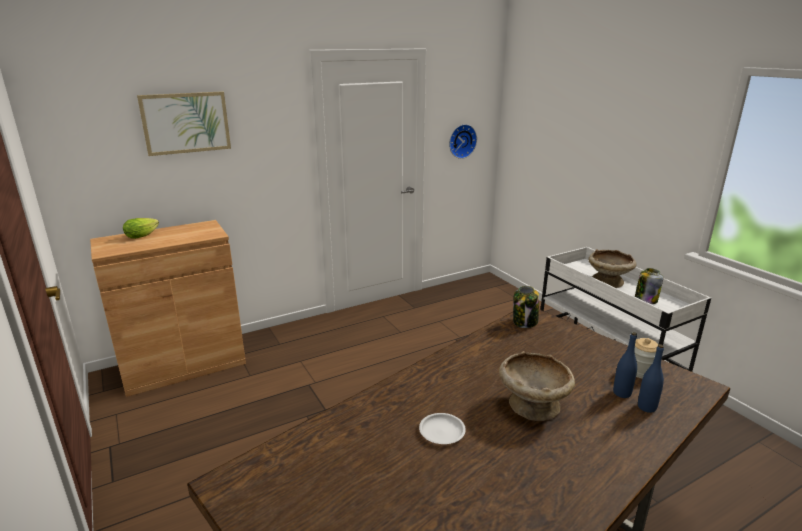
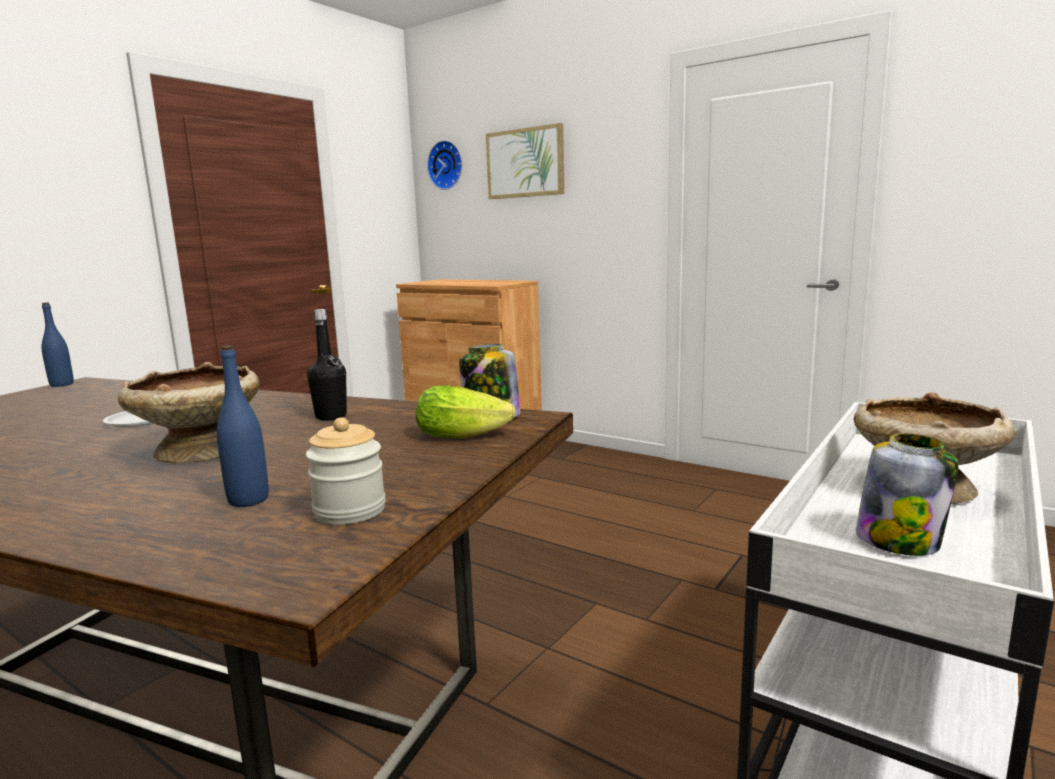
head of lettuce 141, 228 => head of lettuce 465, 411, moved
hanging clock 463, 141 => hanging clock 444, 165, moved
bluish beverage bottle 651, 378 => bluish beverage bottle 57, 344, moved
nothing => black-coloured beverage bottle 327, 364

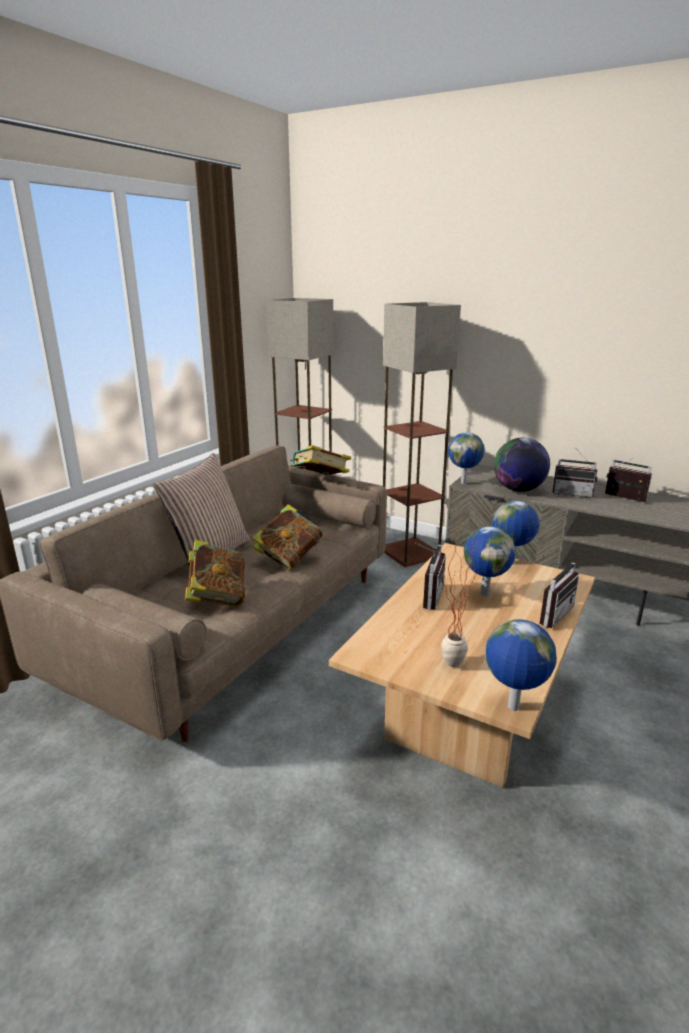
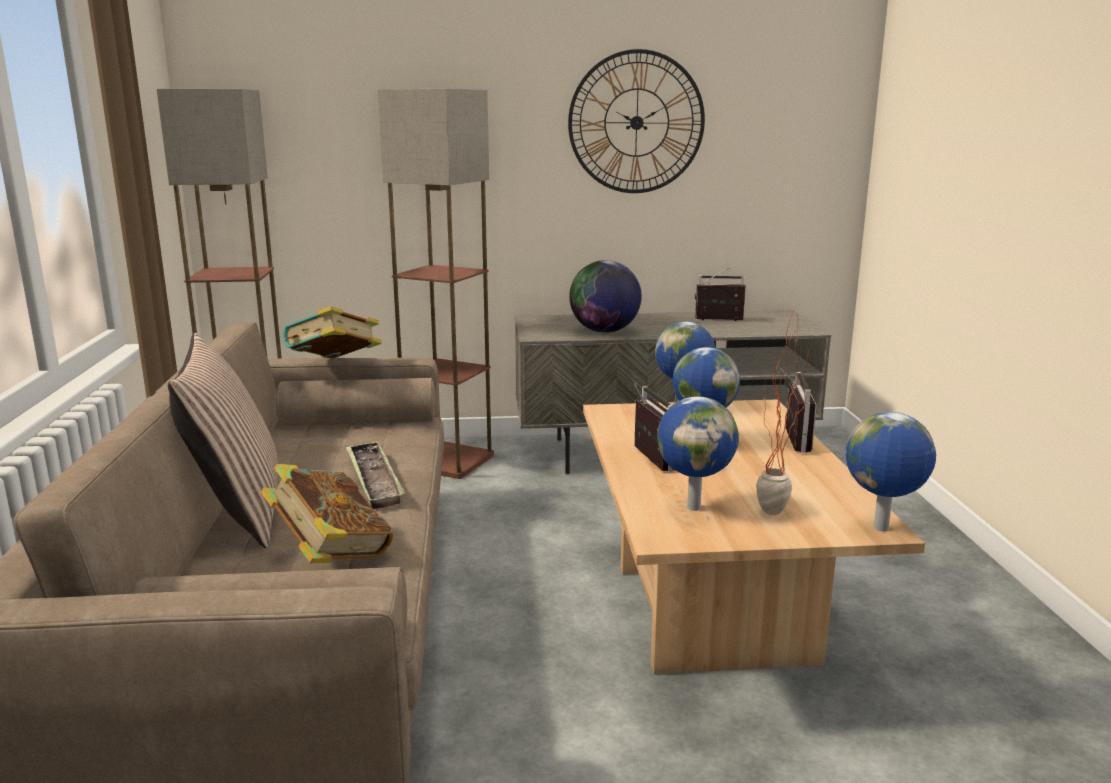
volume 287, 537 => serving tray 376, 475
world globe 466, 458 => world globe 698, 453, moved
radio receiver 575, 473 => nothing
nothing => hanging clock 636, 121

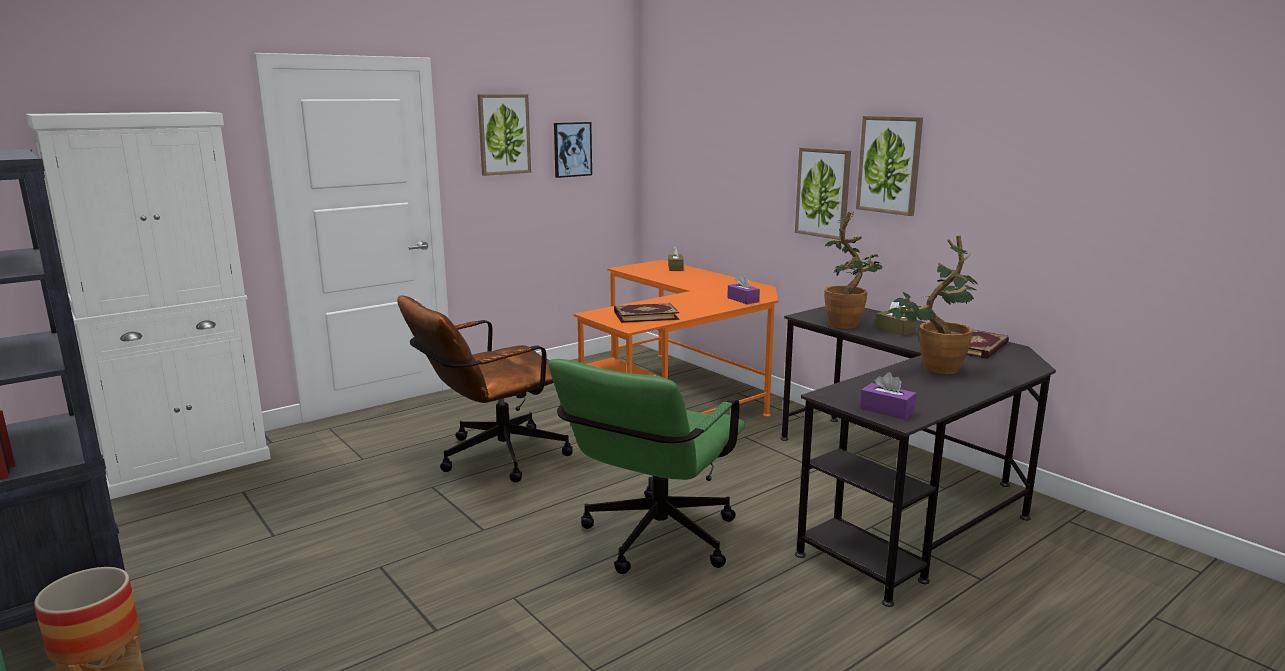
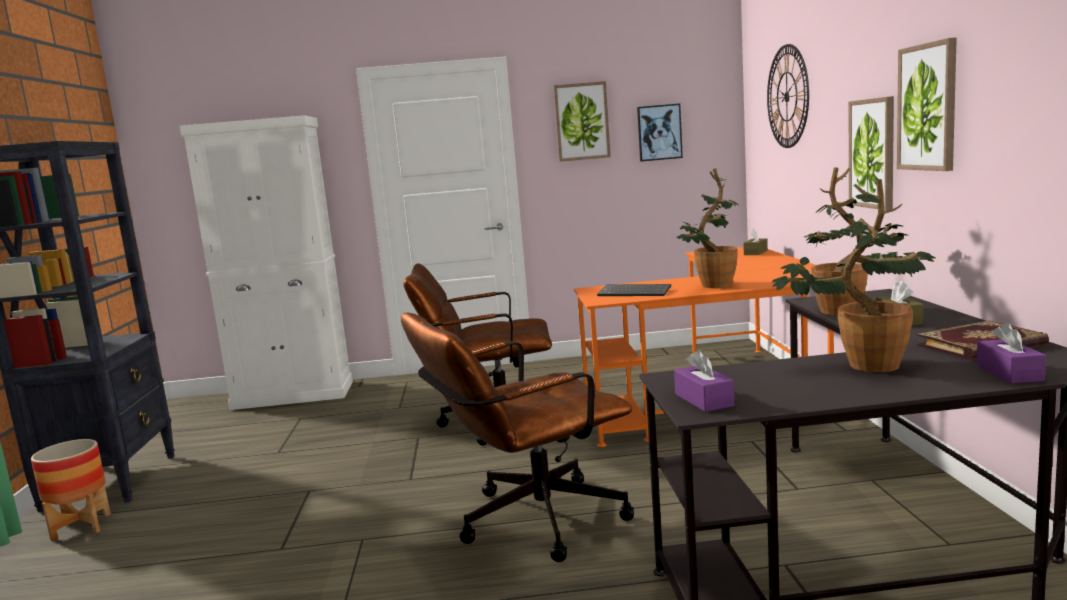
green computer chair 646, 466 => brown computer chair 517, 437
volume 646, 313 => computer keyboard 634, 290
purplish tissue holder 743, 289 => purplish tissue holder 1011, 353, moved
nothing => plant in a pot 707, 228
nothing => hanging clock 788, 96

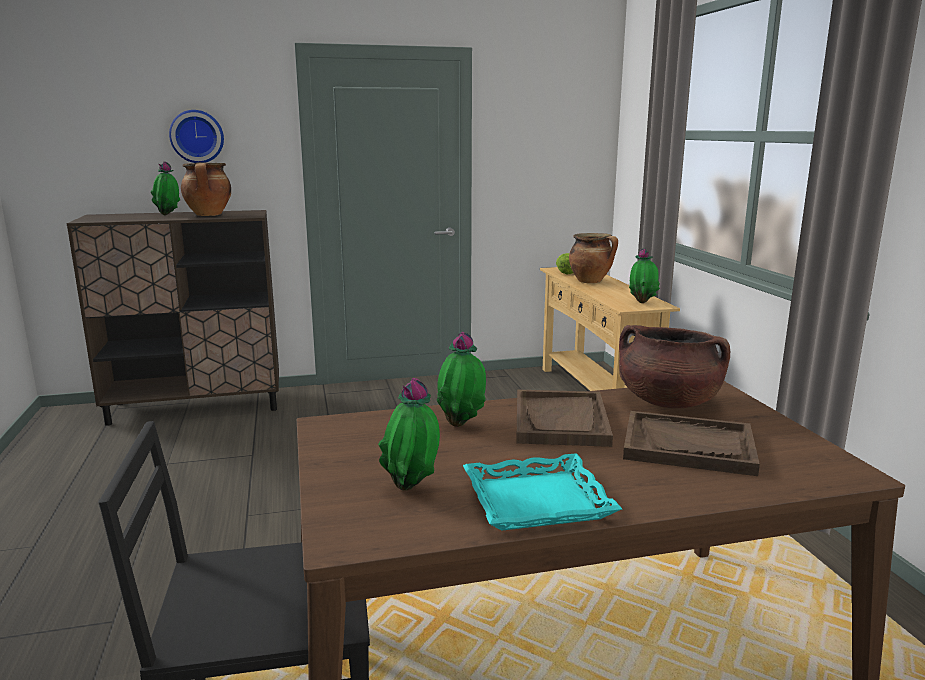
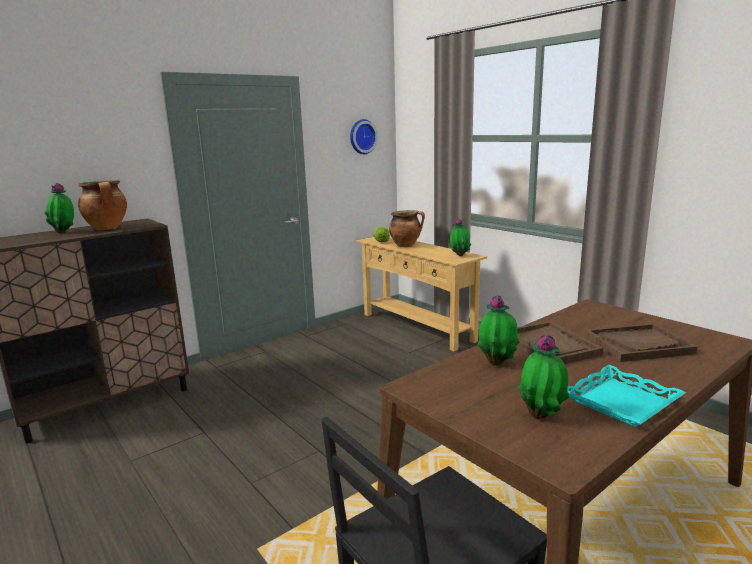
hanging clock 196, 136 => hanging clock 364, 136, moved
brown stockpot 675, 366 => nothing

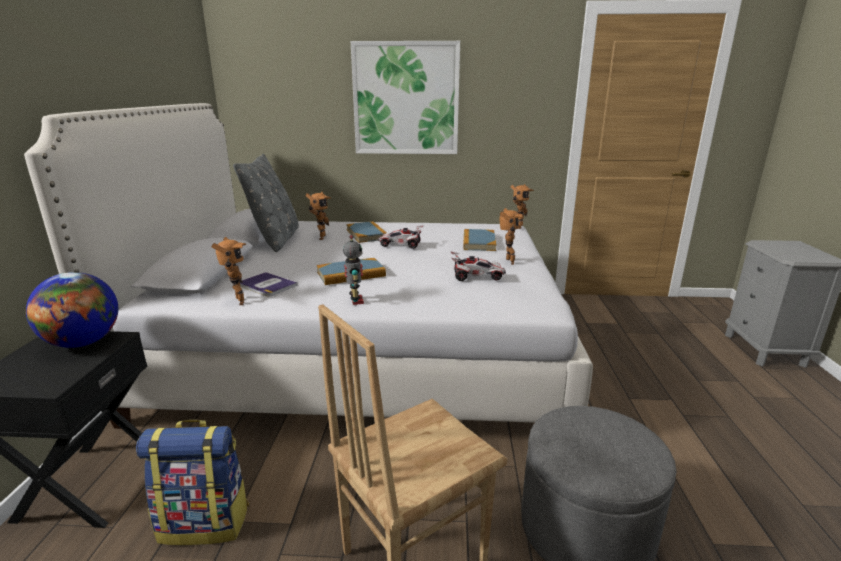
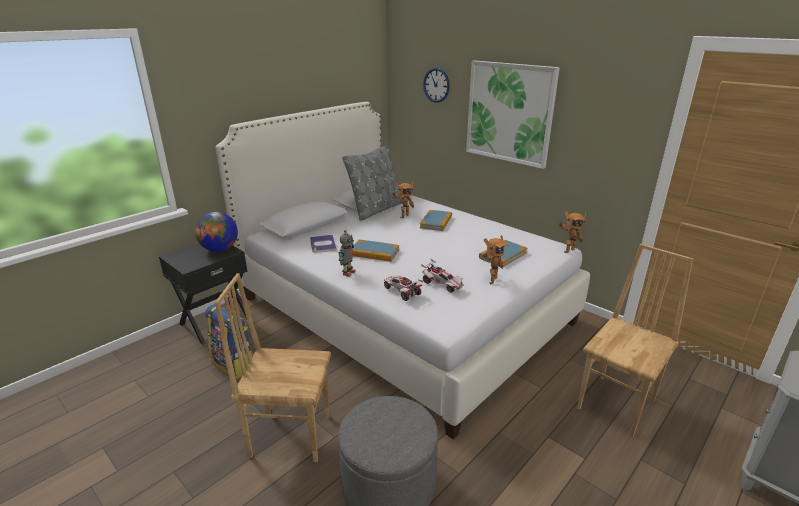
model robot 228, 271 => nothing
miniature car 401, 237 => miniature car 403, 288, moved
nothing => hanging clock 436, 85
nothing => brown plain chair 635, 340

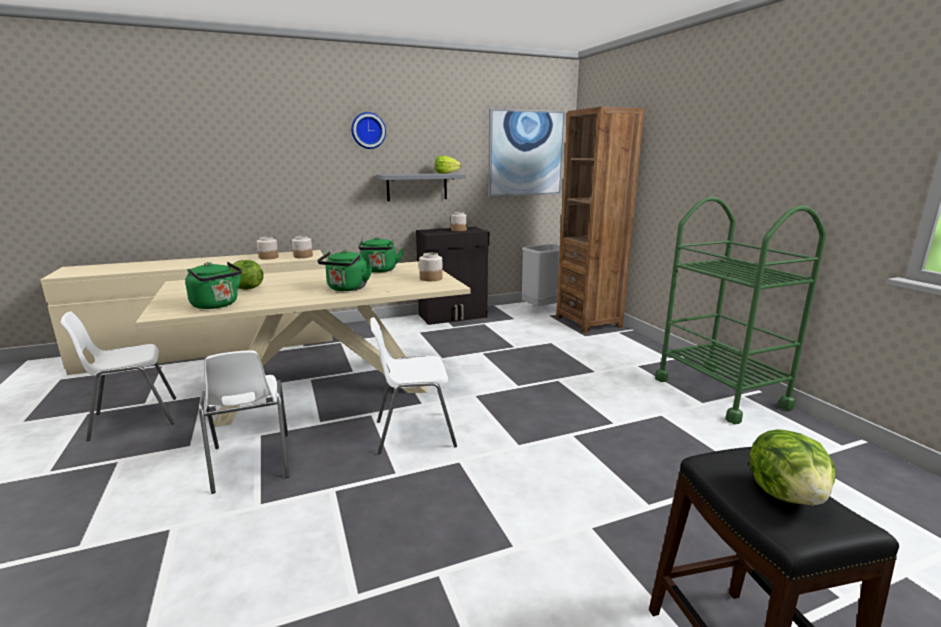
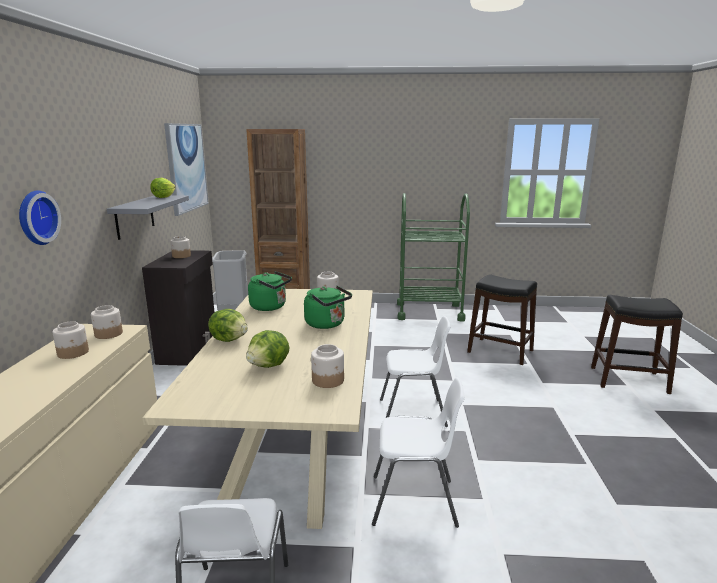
green tea kettle 213, 285 => storage jar 327, 366
hanging clock 368, 130 => hanging clock 40, 217, moved
white-coloured plain chair 414, 385 => white-coloured plain chair 415, 371, 105 degrees counterclockwise
head of lettuce 792, 467 => head of lettuce 228, 325, moved
nothing => black-coloured stool 502, 319

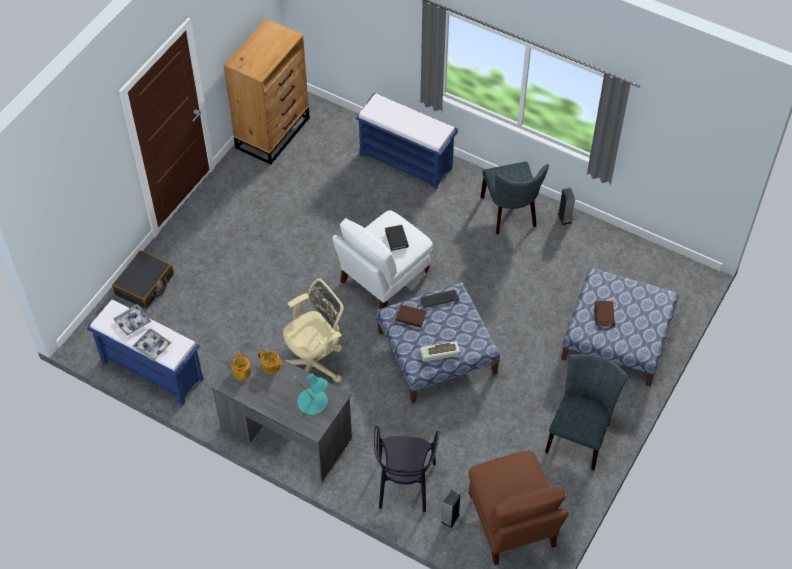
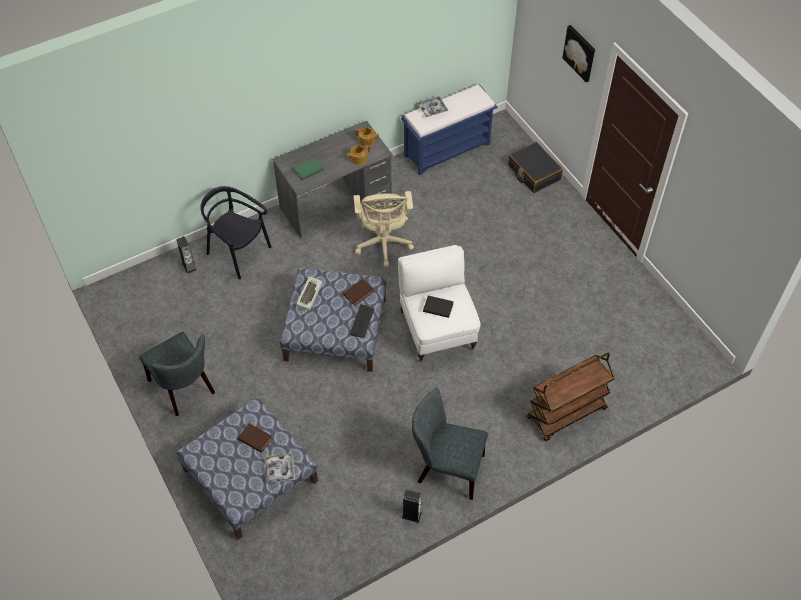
serving tray 132, 320 => serving tray 280, 468, moved
brown chest of drawers 267, 92 => nothing
blue-green table lamp 310, 394 => green volume 308, 168
bluish long seat 406, 141 => brown trolley 571, 397
brown easy chair 519, 508 => nothing
nothing => wall picture 578, 53

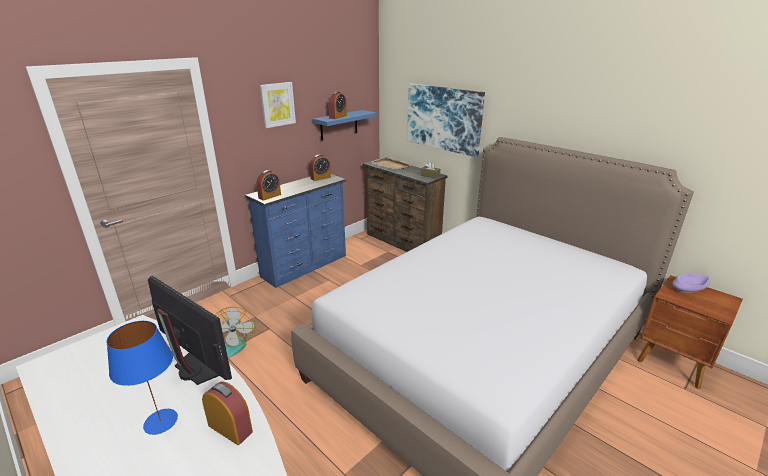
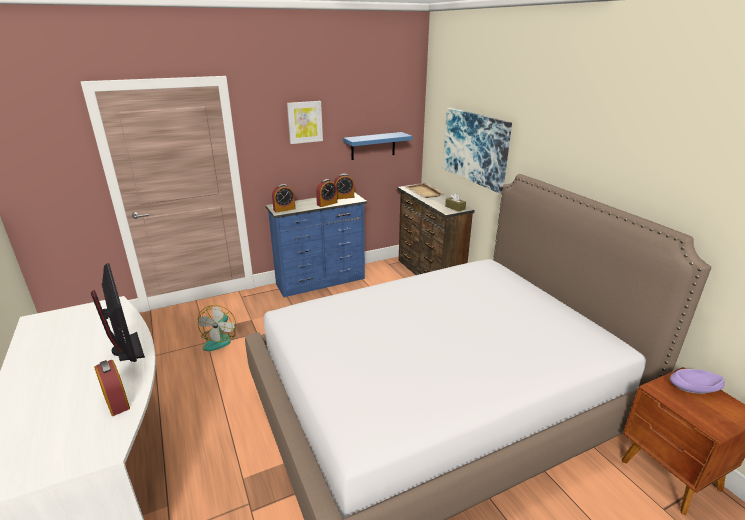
bluish table lamp 142, 378 => nothing
bedside clock 338, 105 => bedside clock 326, 193, moved

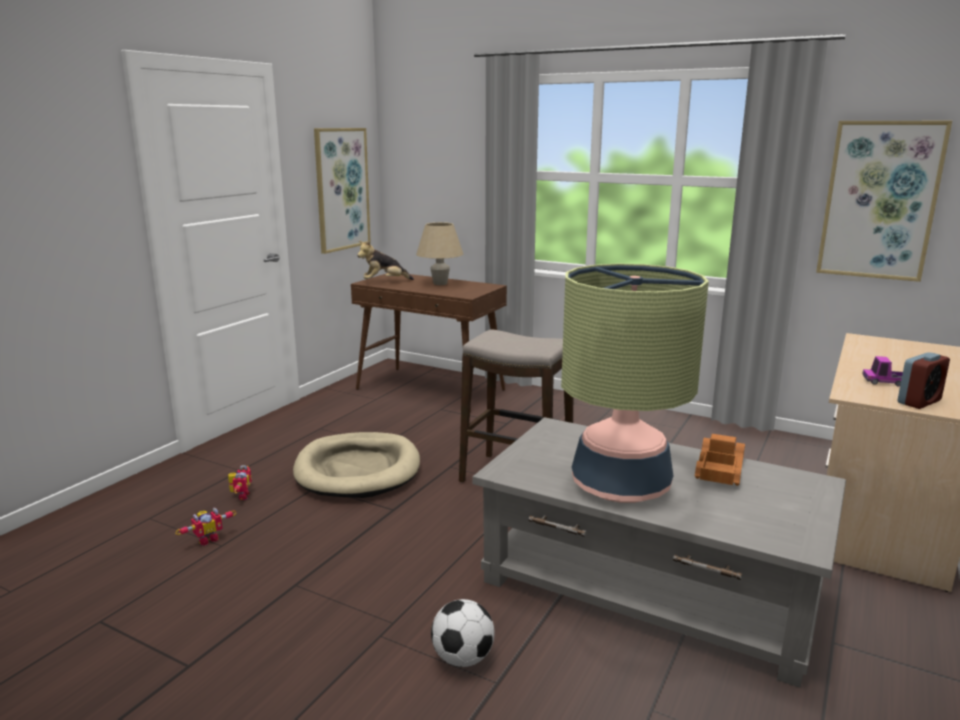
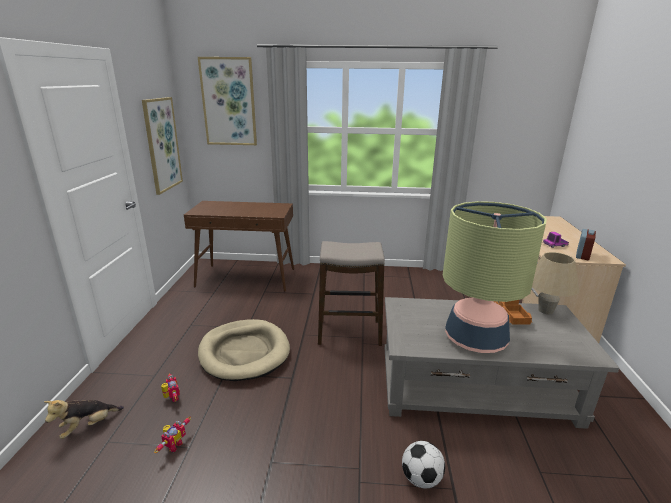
cuddly toy 385, 260 => cuddly toy 84, 419, moved
sand-coloured table lamp 439, 253 => sand-coloured table lamp 555, 283, moved
wall picture 884, 201 => wall picture 227, 101, moved

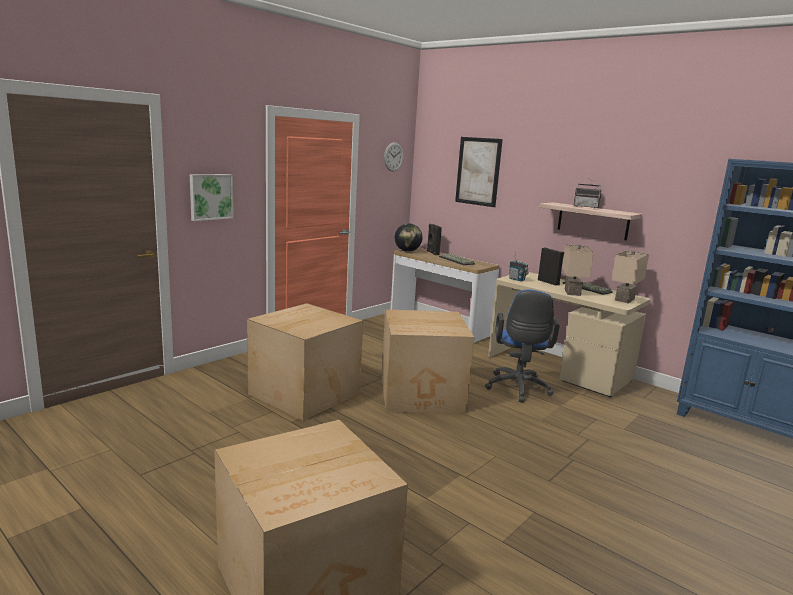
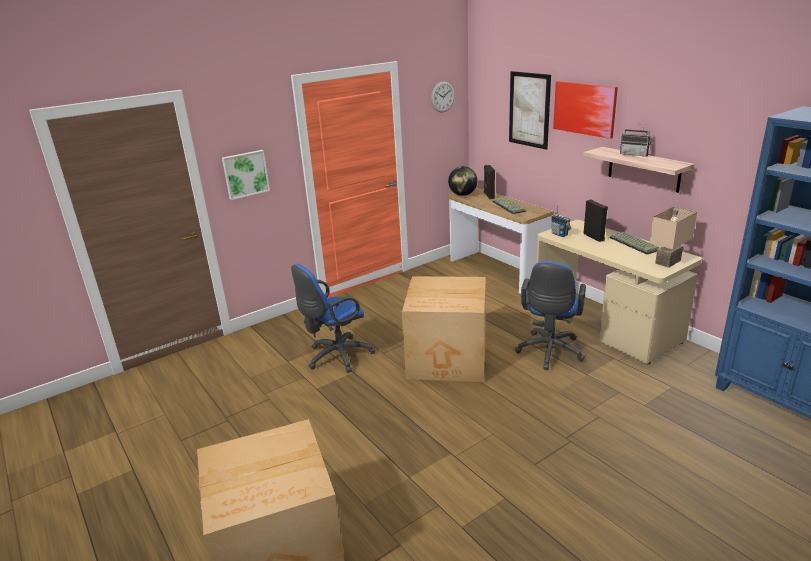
cardboard box 305, 362 => bluish computer chair 333, 318
sand-coloured table lamp 578, 270 => nothing
nothing => wall picture 585, 110

